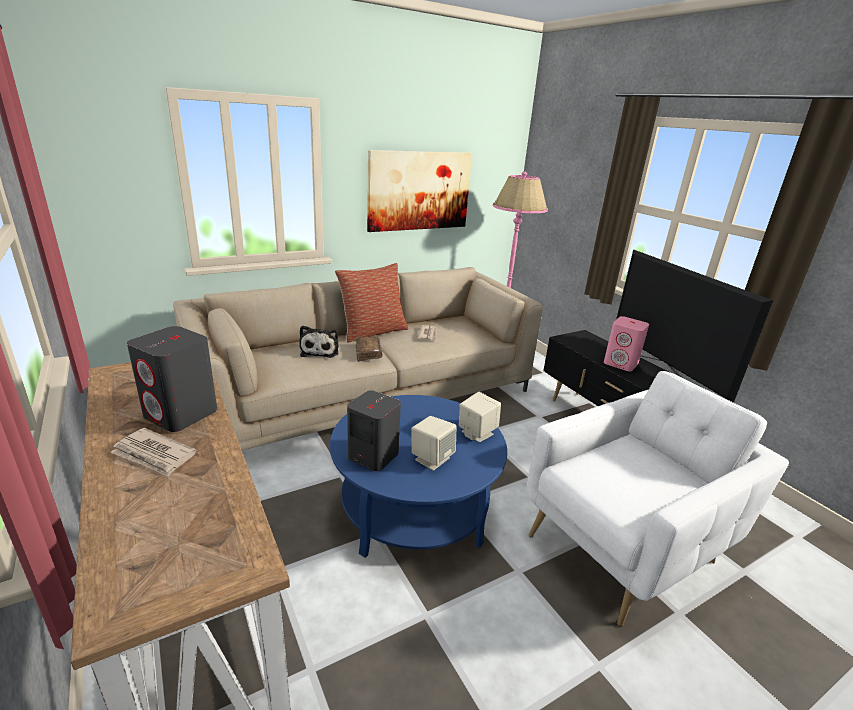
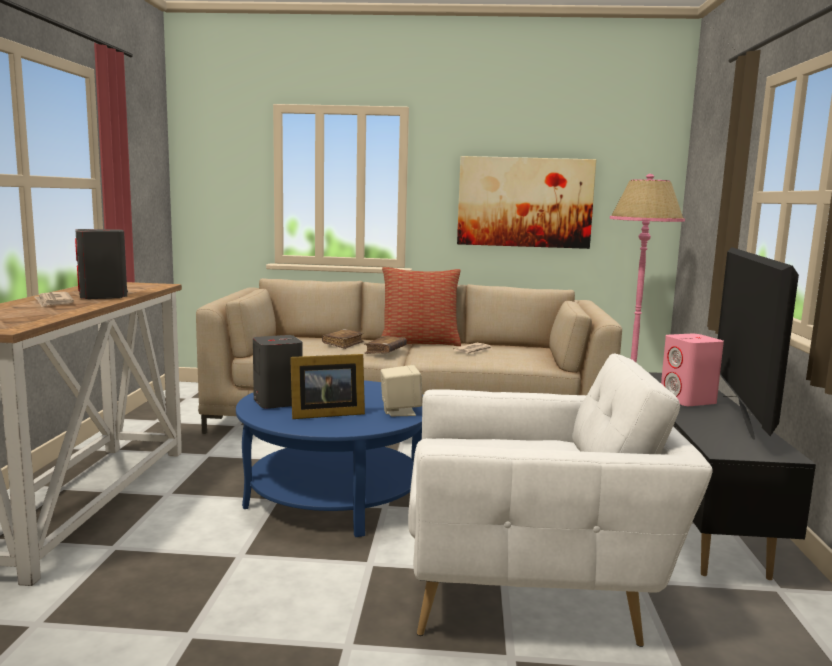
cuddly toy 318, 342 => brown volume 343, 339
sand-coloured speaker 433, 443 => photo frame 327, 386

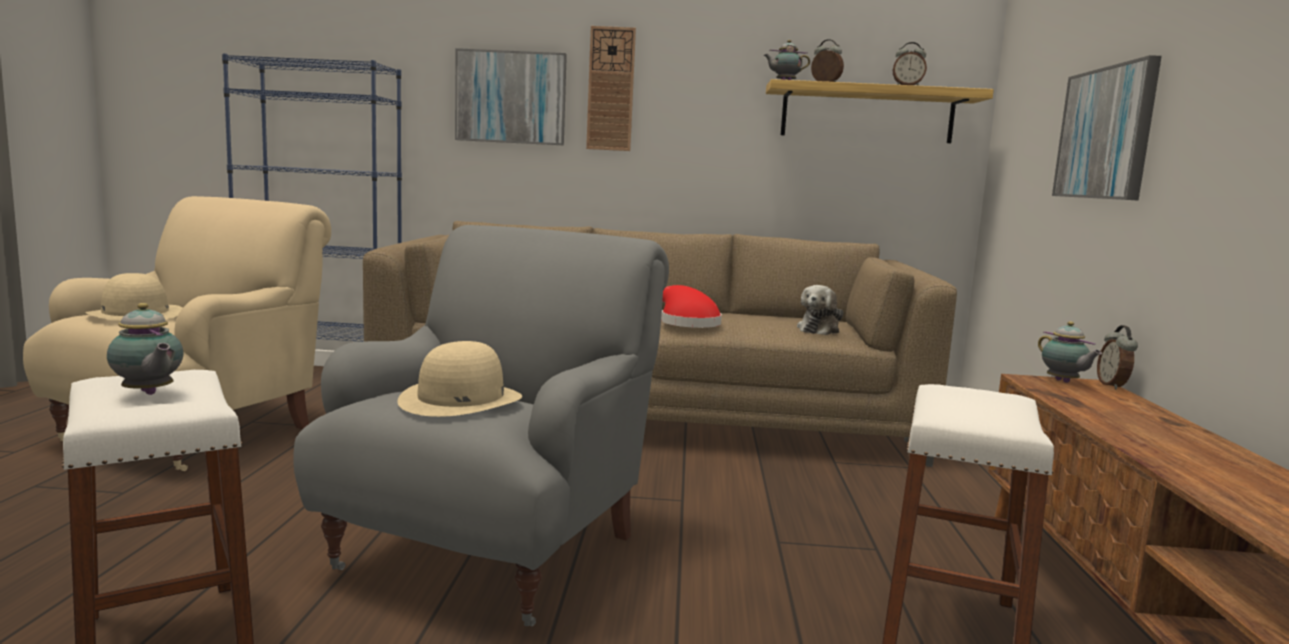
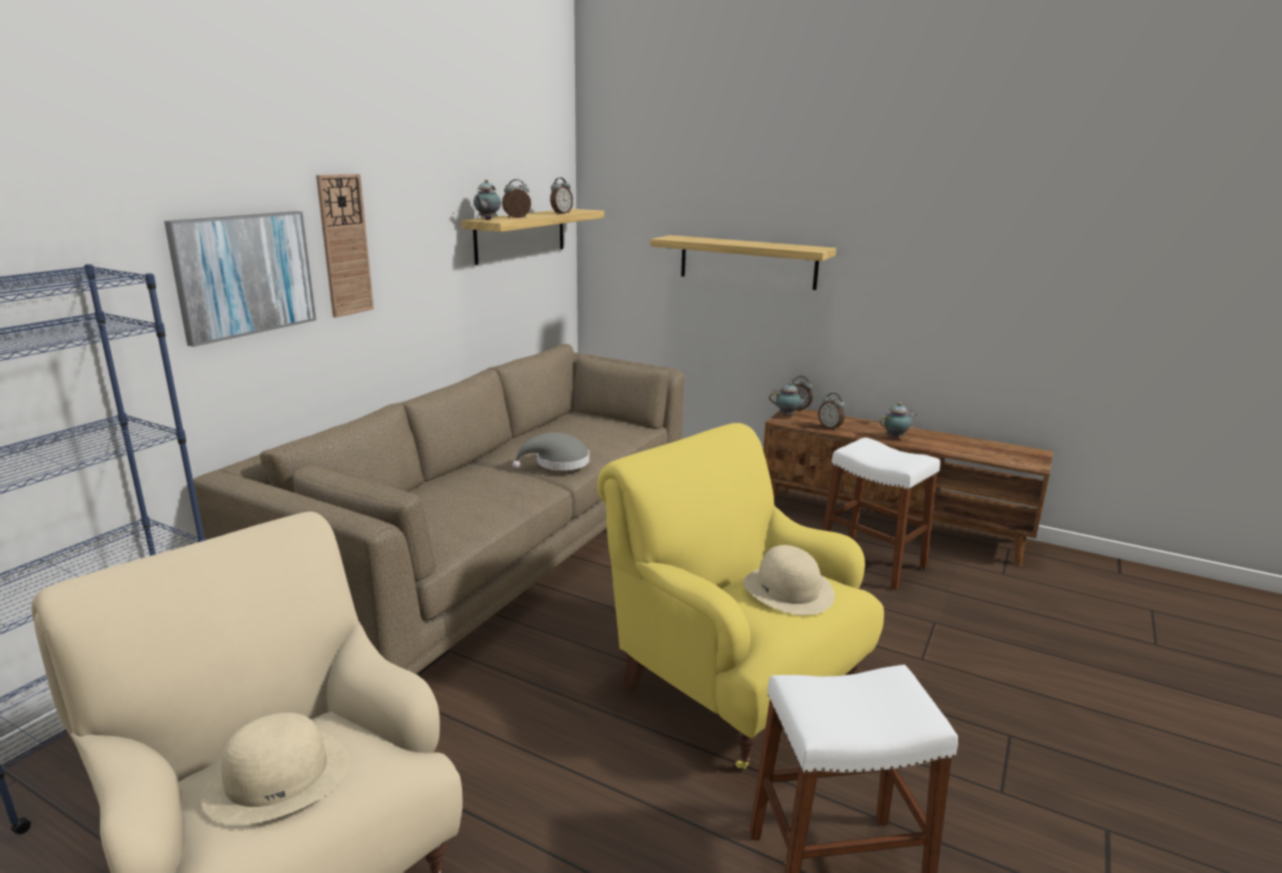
teapot 145, 349 => teapot 898, 420, moved
gray easy chair 481, 426 => yellowish easy chair 740, 596
red hat 691, 306 => gray hat 550, 451
cuddly toy 820, 310 => nothing
wall picture 1107, 128 => wall shelf 743, 262
nothing => bedside clock 831, 411

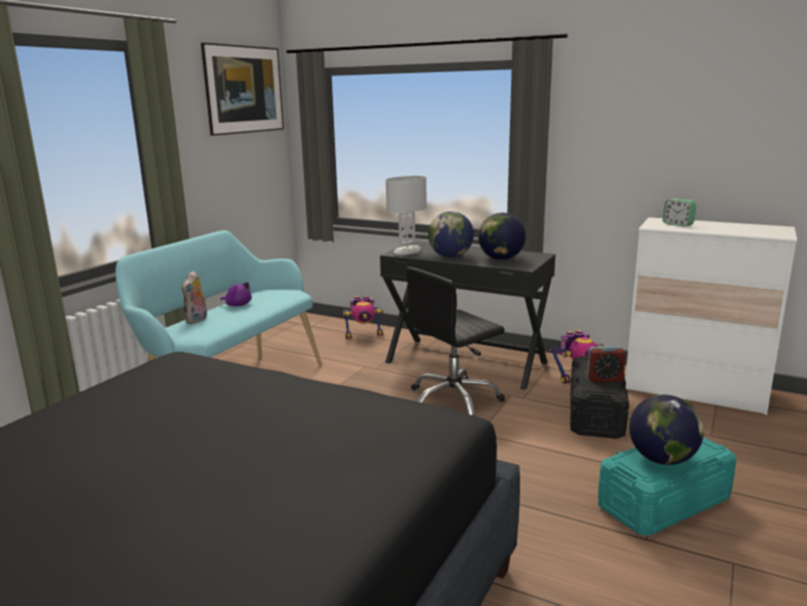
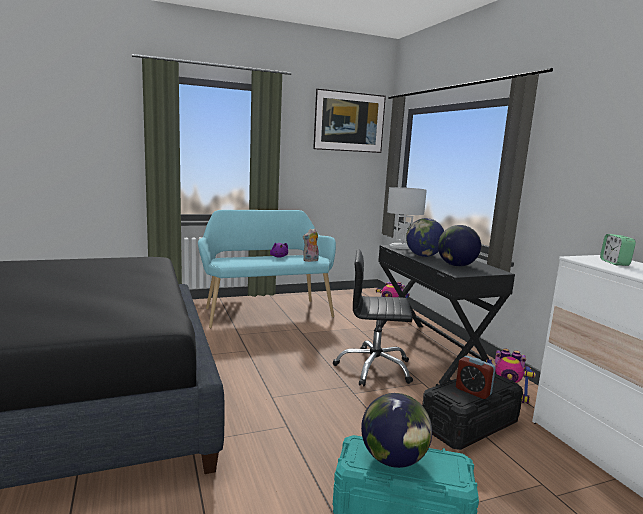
cuddly toy 194, 297 => cuddly toy 311, 245, moved

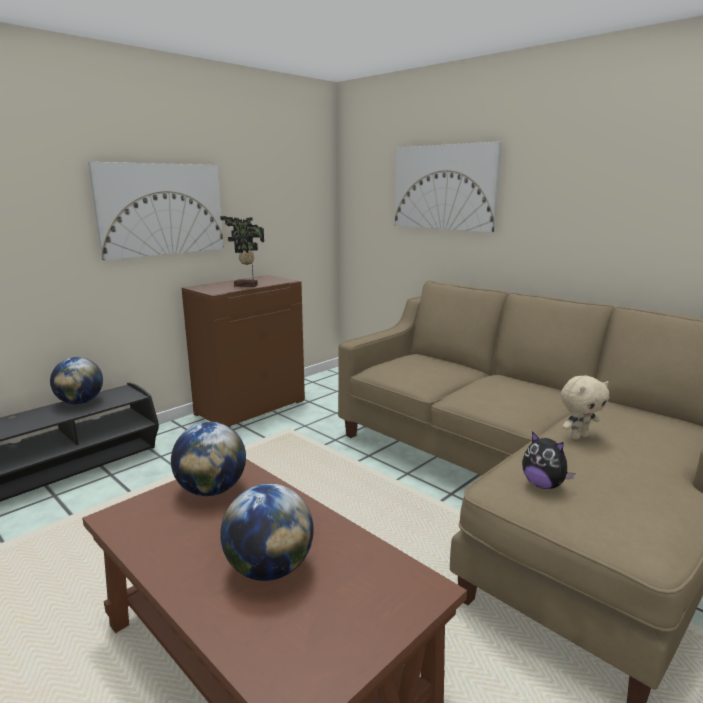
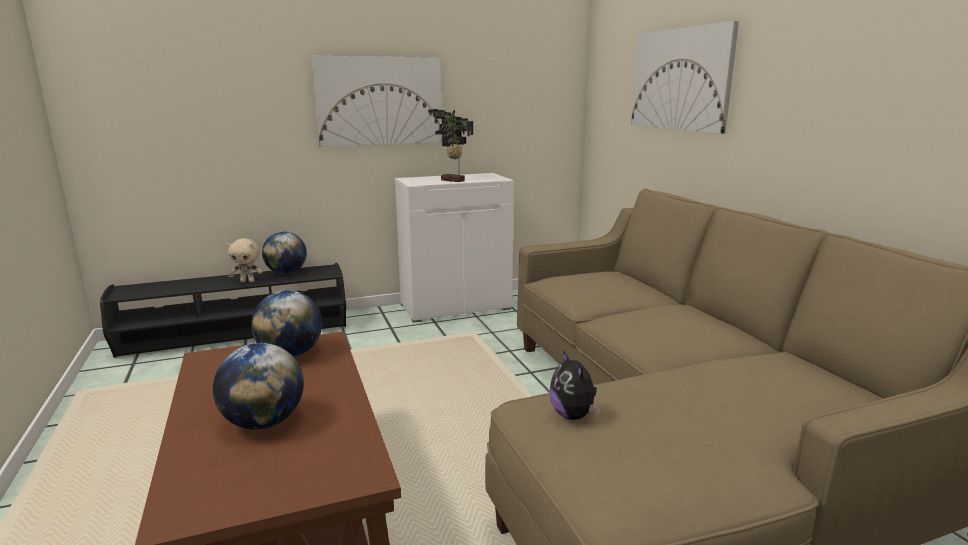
brown storage cabinet 243, 351 => white-coloured storage cabinet 454, 248
sand-coloured cuddly toy 585, 408 => sand-coloured cuddly toy 244, 260, moved

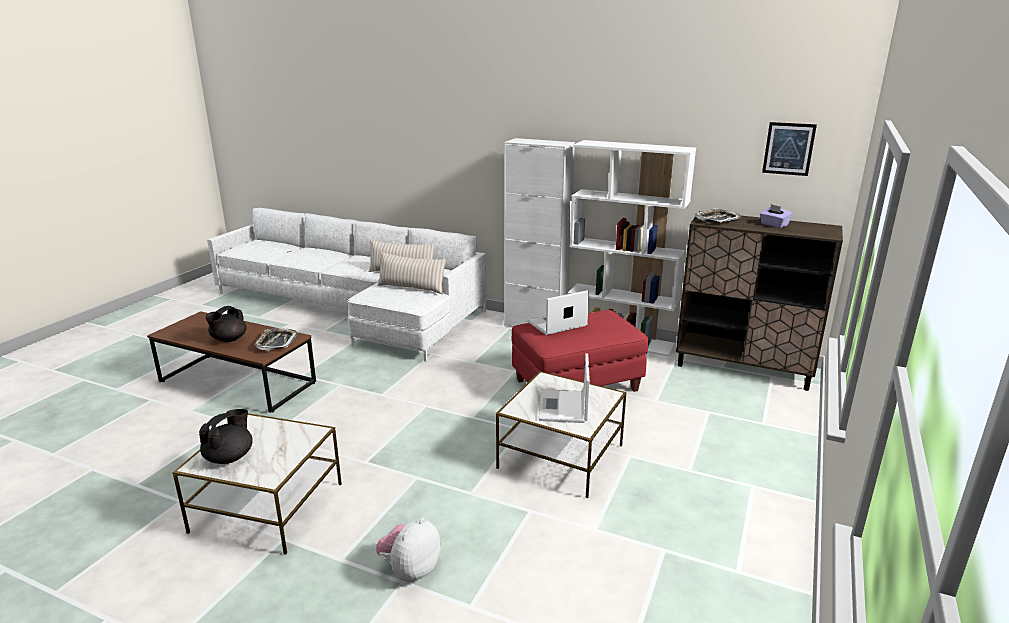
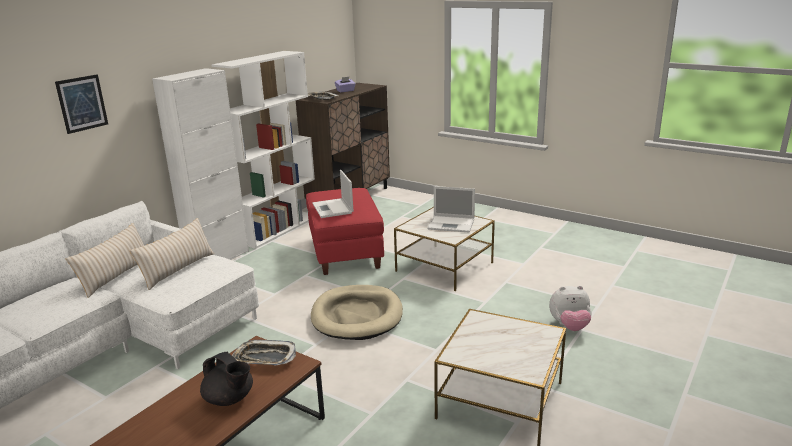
black-coloured teapot 226, 436 => nothing
cuddly toy 408, 549 => cuddly toy 570, 308, 45 degrees counterclockwise
wall picture 789, 149 => wall picture 81, 104, moved
nothing => sand-coloured dog bed 357, 312

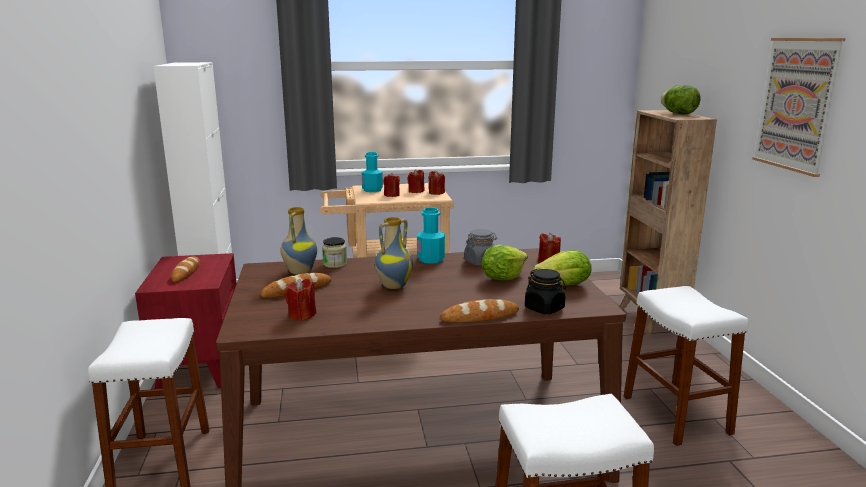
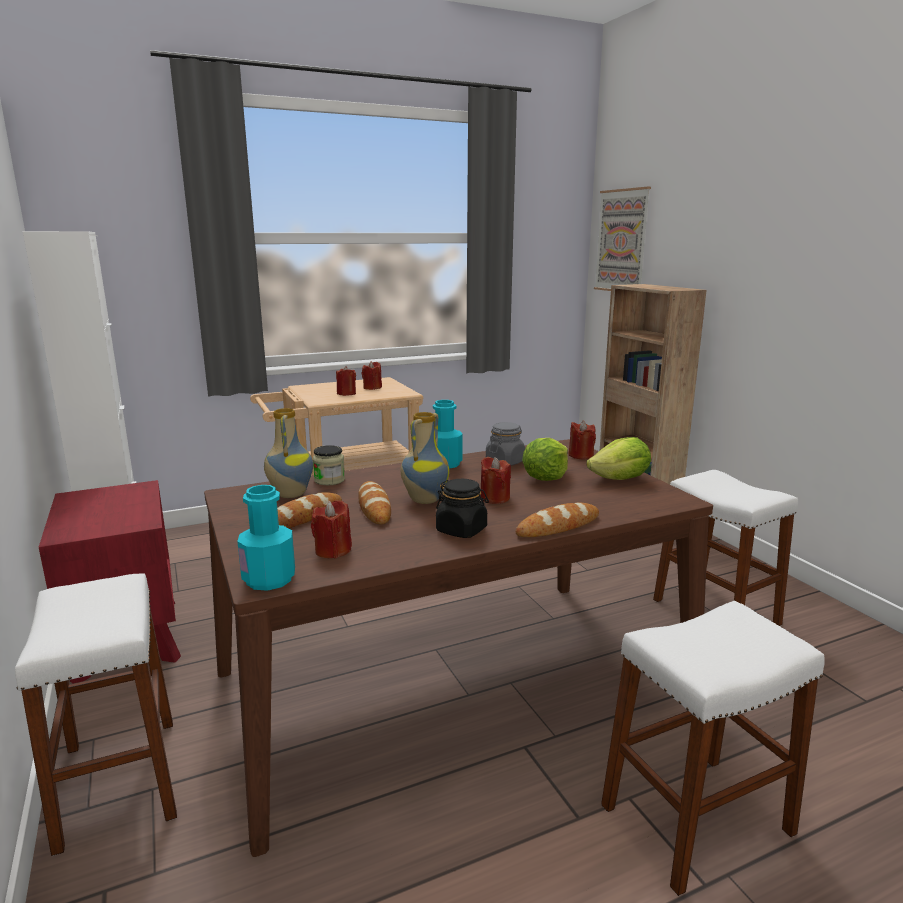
bread 185, 269 => bread 374, 503, moved
blue-green beverage bottle 372, 172 => blue-green beverage bottle 266, 538, moved
red wax candle 436, 183 => red wax candle 496, 480, moved
black-coloured storage jar 545, 291 => black-coloured storage jar 462, 508, moved
head of lettuce 680, 99 => nothing
wall picture 799, 107 => wall picture 622, 239, moved

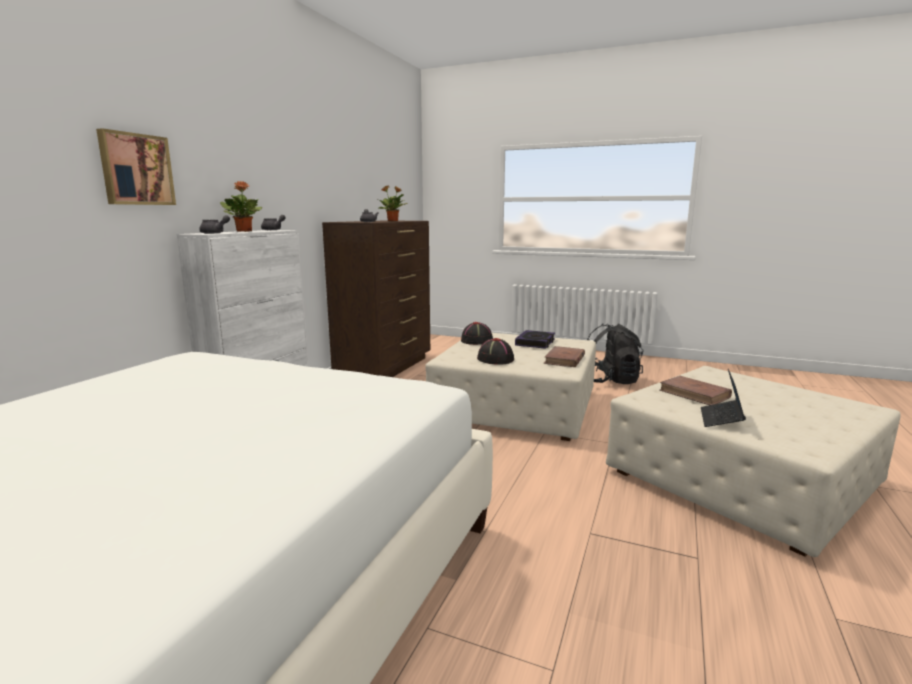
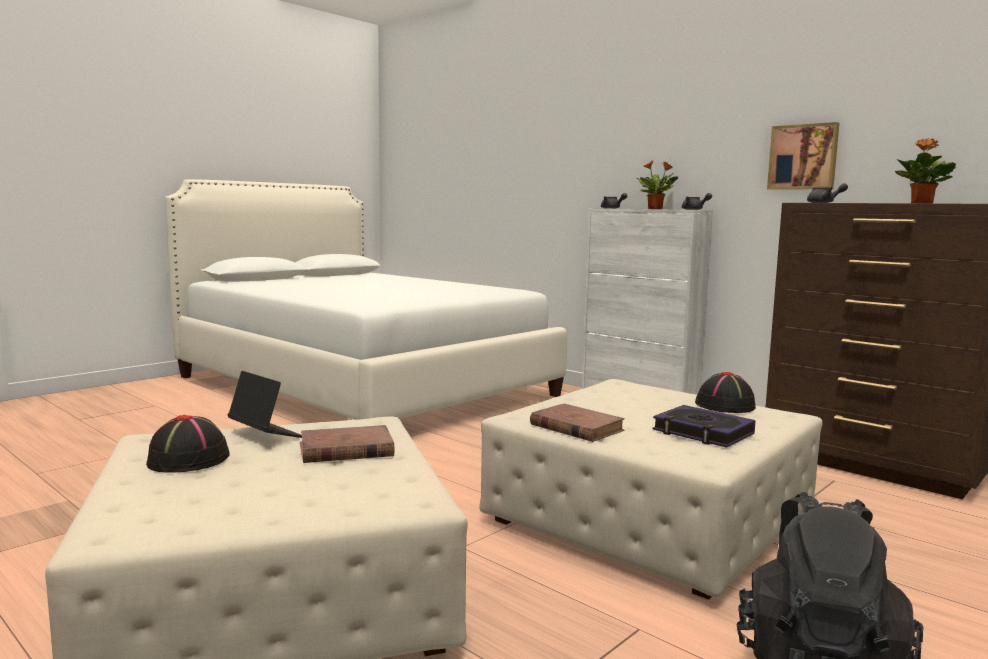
wall picture 136, 166 => wall picture 803, 156, moved
black-coloured hat 495, 351 => black-coloured hat 188, 444, moved

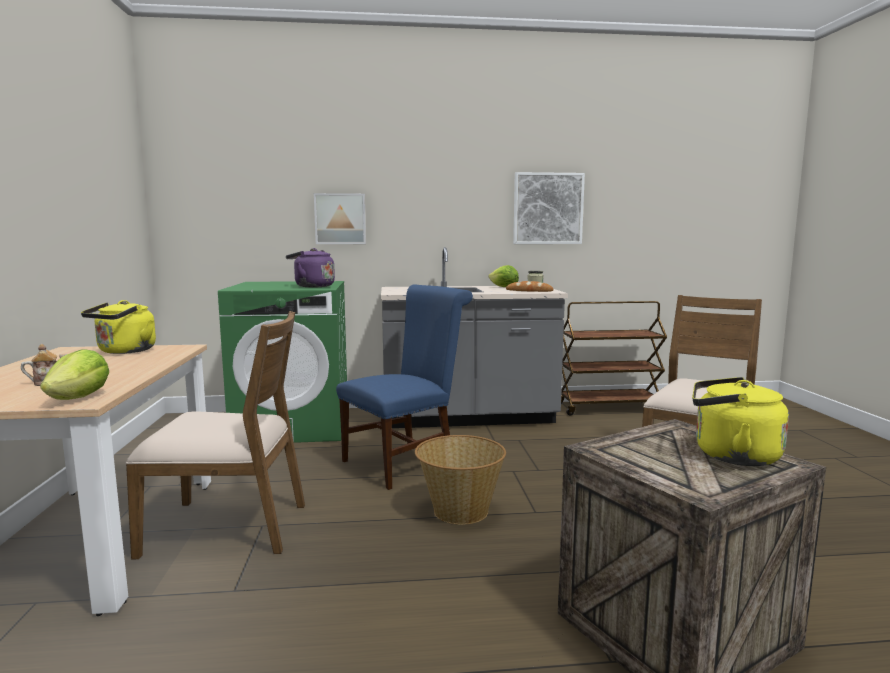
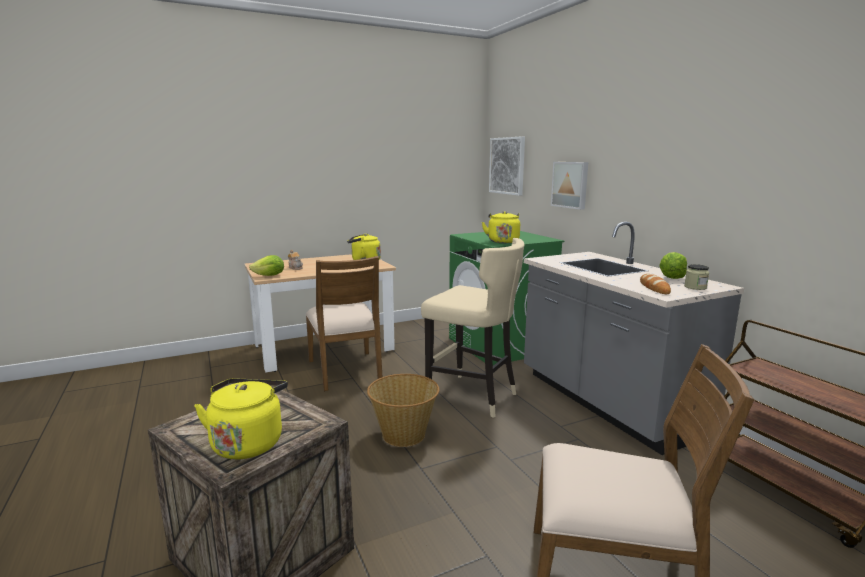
purplish tea kettle 310, 267 => yellowish tea kettle 501, 227
bluish plain chair 404, 387 => sand-coloured stool 472, 328
wall picture 549, 208 => wall picture 507, 166, moved

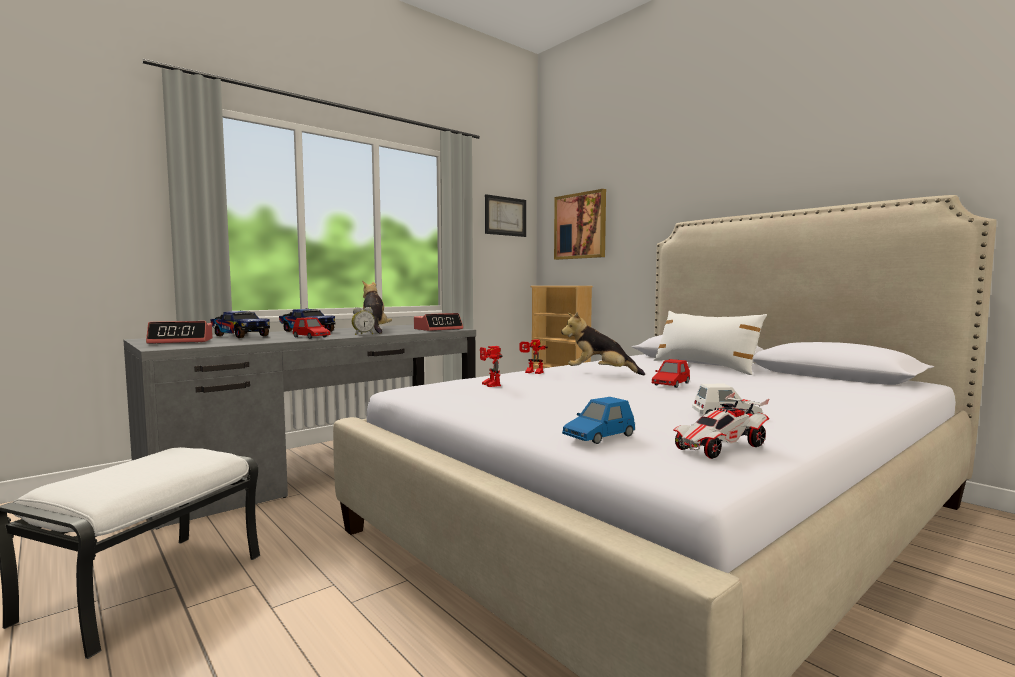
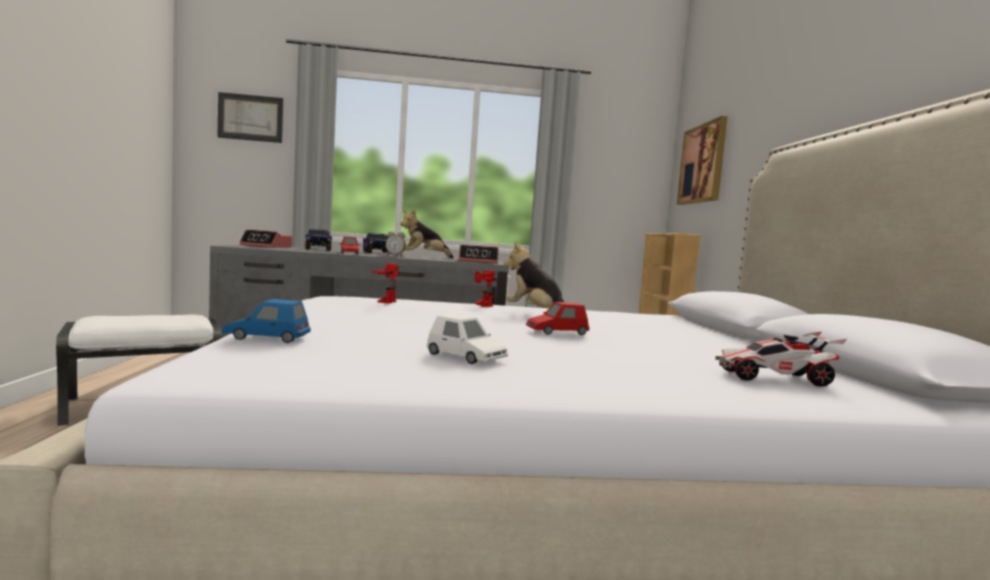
cuddly toy 377, 307 => cuddly toy 427, 234, 135 degrees counterclockwise
wall picture 505, 215 => wall picture 250, 117, moved
white-coloured throw pillow 710, 343 => nothing
miniature car 721, 426 => miniature car 781, 359, moved

